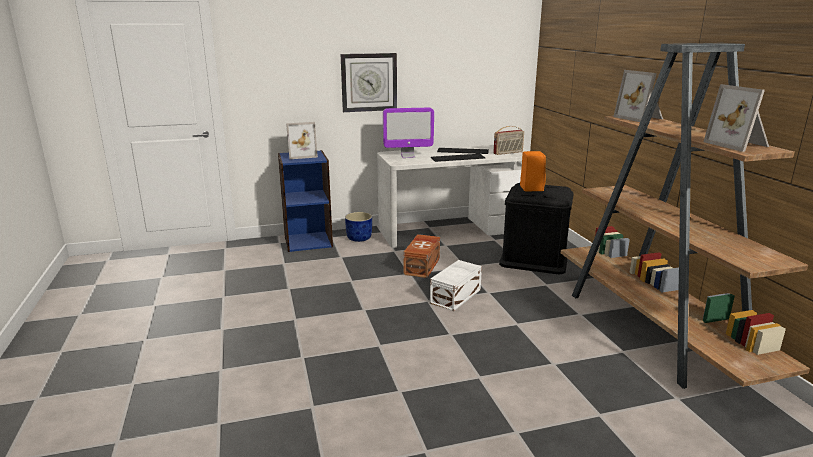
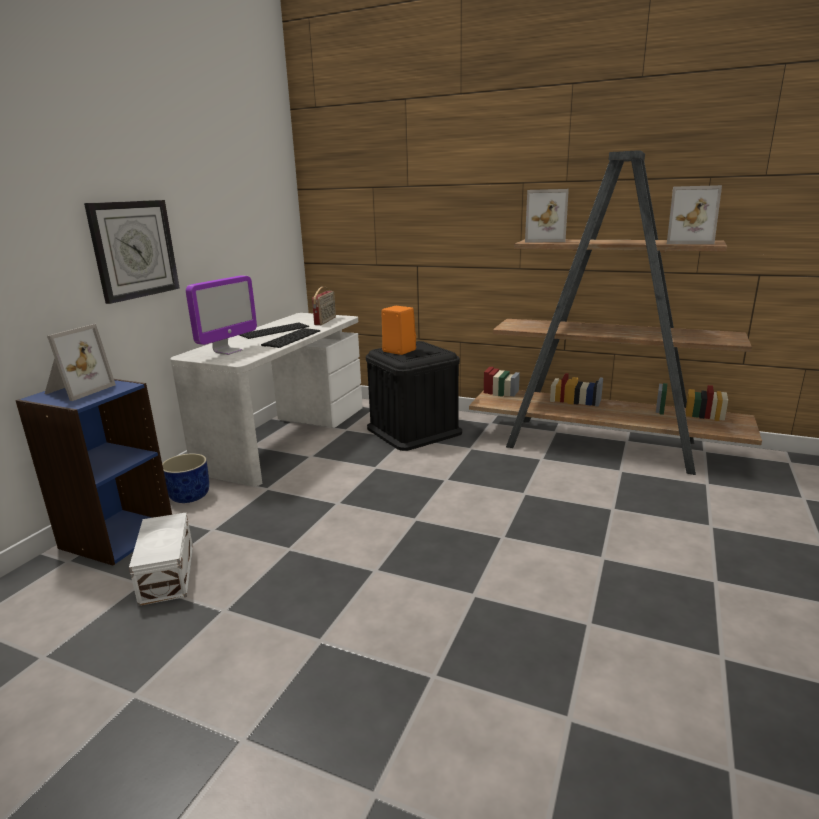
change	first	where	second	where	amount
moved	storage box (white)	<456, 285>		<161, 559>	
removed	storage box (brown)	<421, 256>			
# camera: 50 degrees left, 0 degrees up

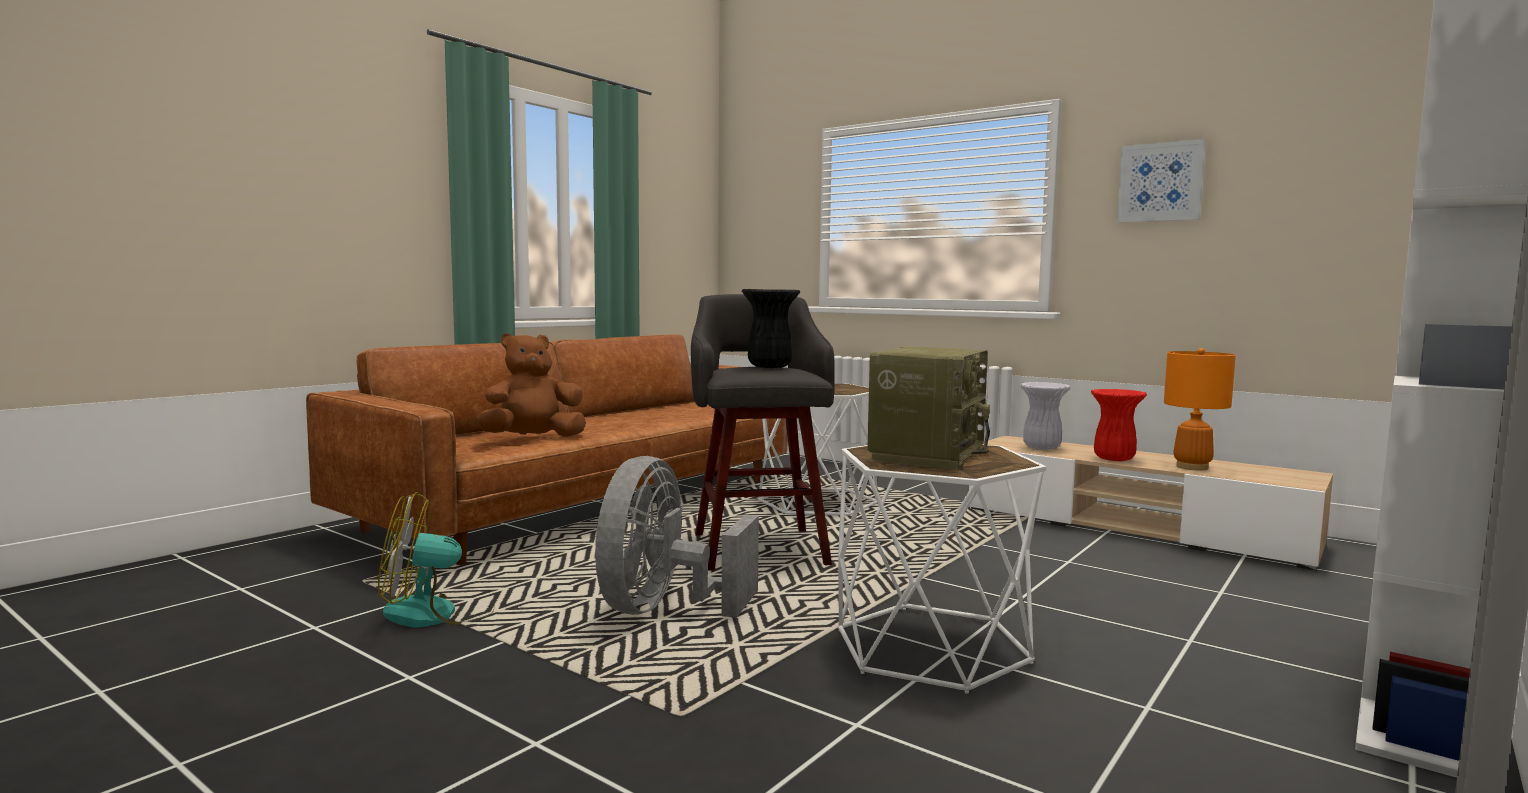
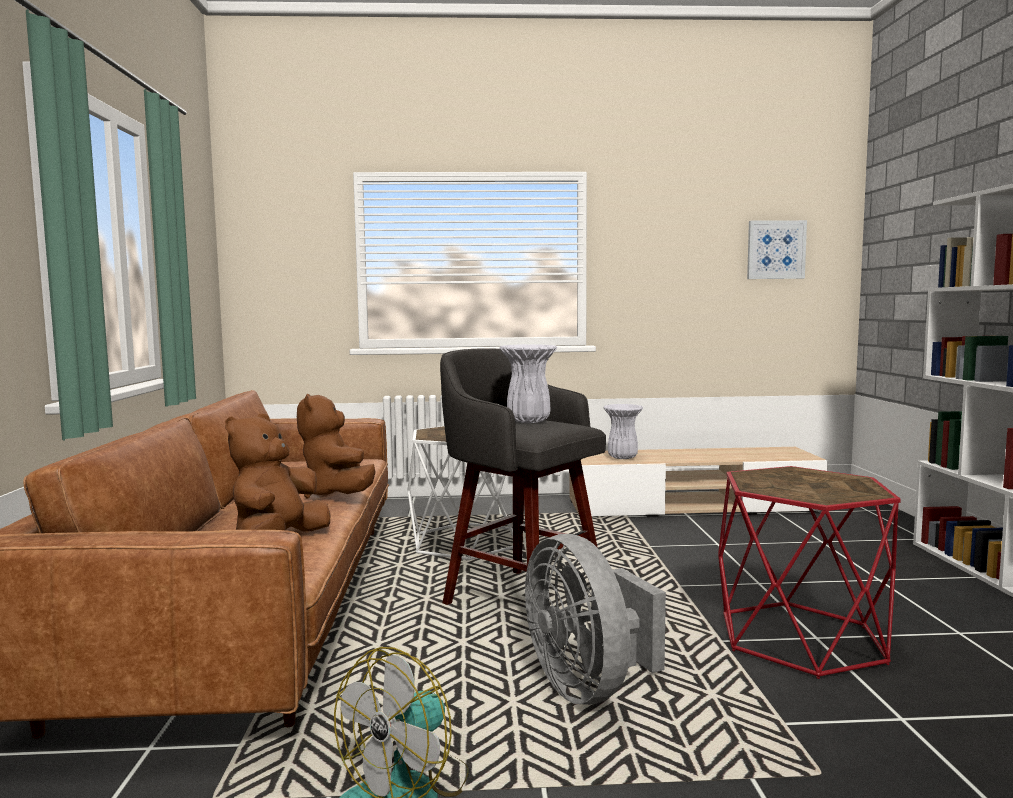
change	first	where	second	where	amount
added			plush toy (brown)	<336, 446>	
recoloured	vase (black)	<771, 328>	vase (white)	<528, 383>	
recoloured	side table (white)	<942, 569>	side table (red)	<809, 572>	
moved	picture	<1161, 181>		<777, 249>	
removed	radio	<929, 408>			
removed	vase (red)	<1119, 425>			
removed	table lamp (orange)	<1200, 409>			
# camera: 40 degrees left, 0 degrees up

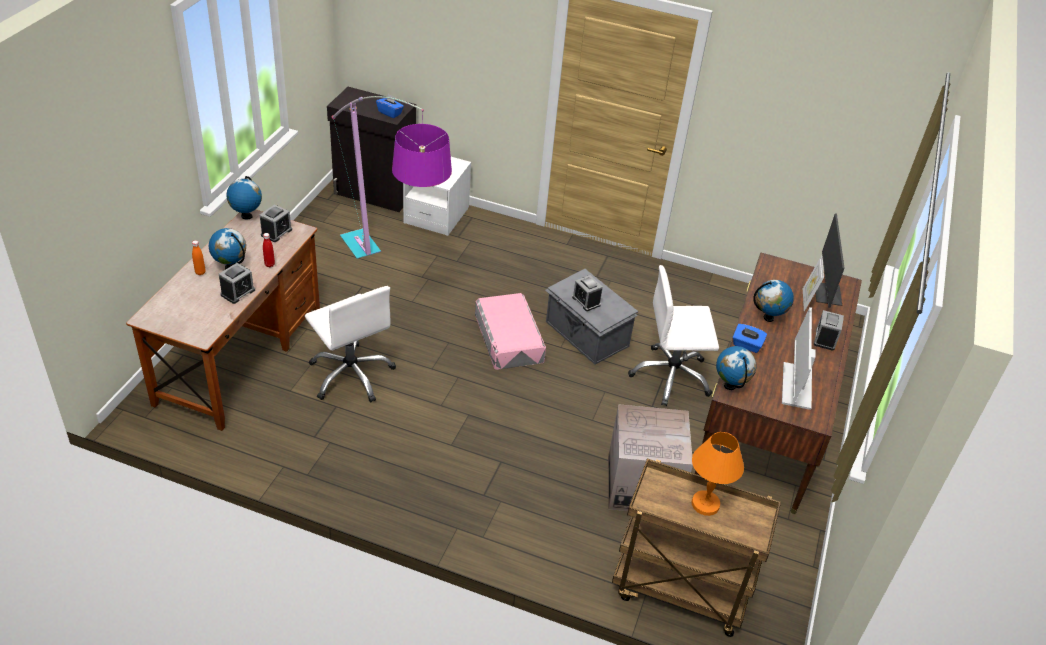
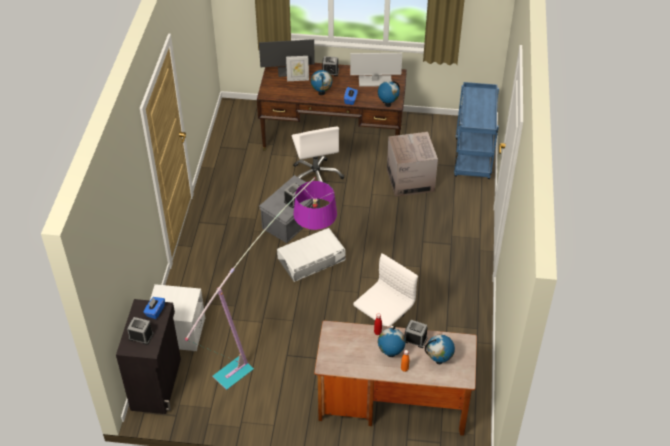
change	first	where	second	where	amount
moved	alarm clock	<276, 223>		<140, 331>	
recoloured	storage box (pink)	<510, 331>	storage box (white)	<311, 255>	
moved	globe	<244, 198>		<440, 349>	
recoloured	cart (brown)	<696, 547>	cart (blue)	<476, 130>	
removed	table lamp (orange)	<717, 474>			
# camera: 100 degrees left, 5 degrees up

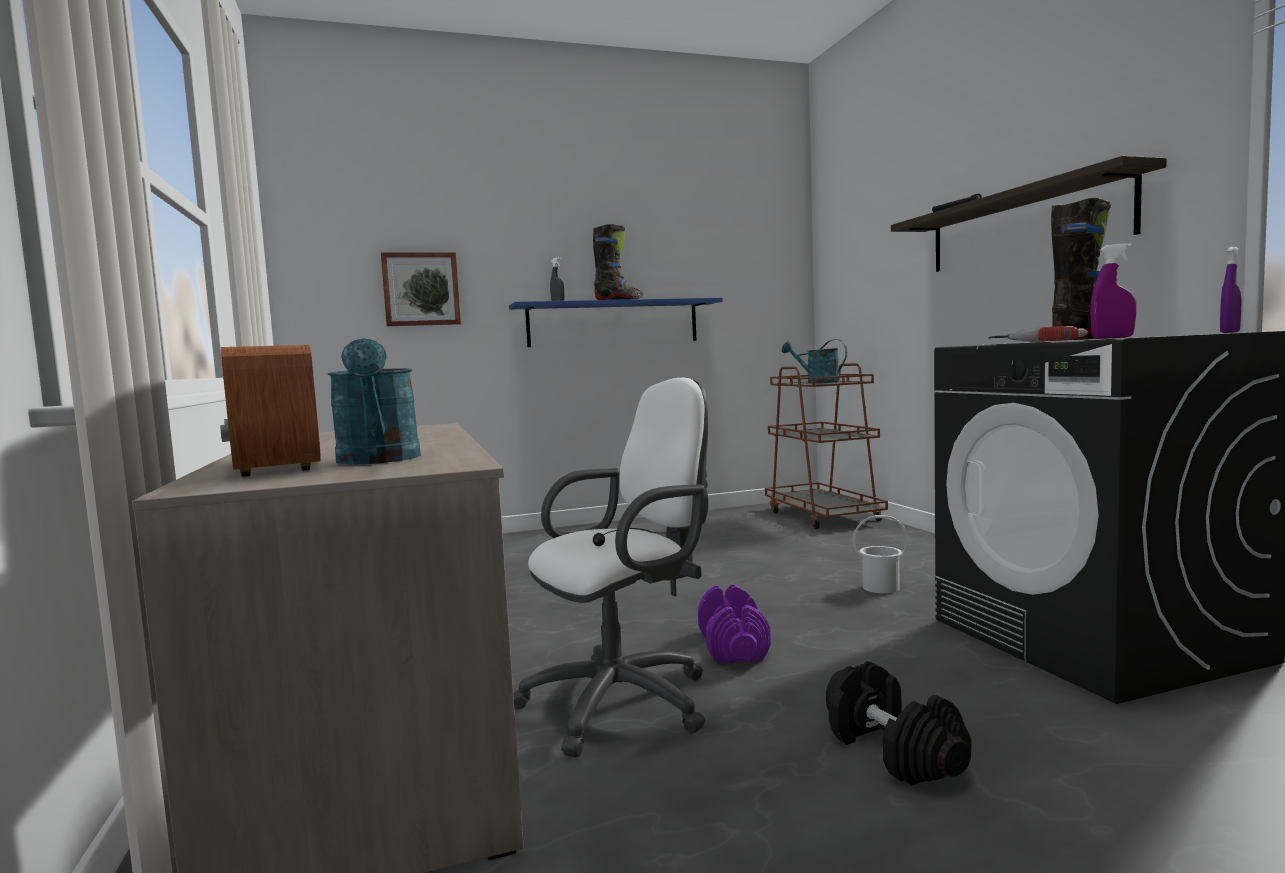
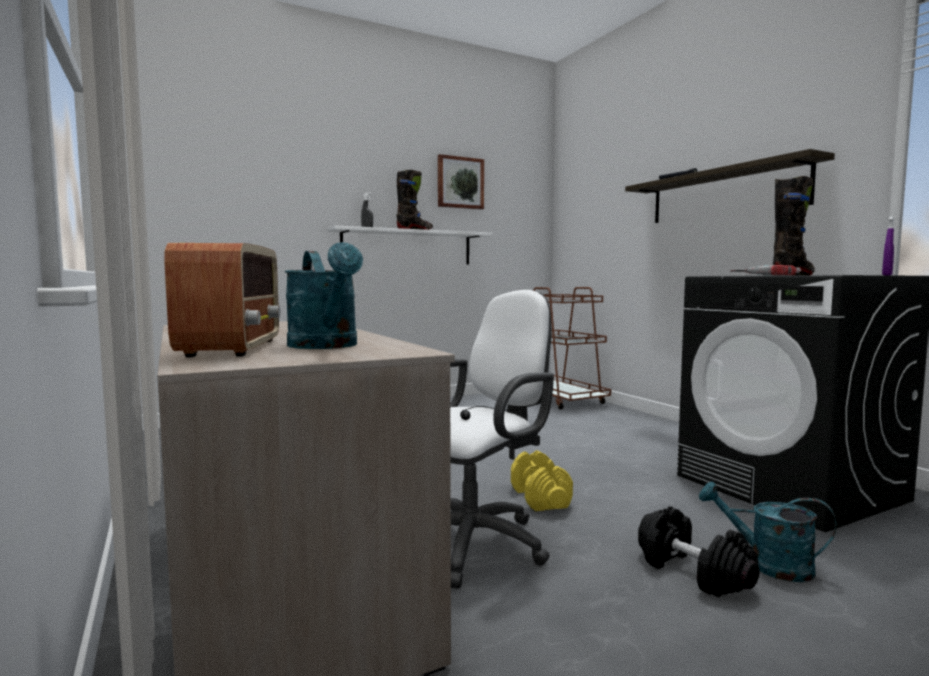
change	first	where	second	where	amount
turned	radio	<270, 411>		<222, 300>	150 degrees counterclockwise
recoloured	shelf (blue)	<616, 322>	shelf (white)	<409, 245>	
moved	picture	<421, 289>		<461, 182>	
recoloured	dumbbell (purple)	<734, 624>	dumbbell (yellow)	<542, 481>	
moved	watering can (turquoise)	<814, 361>		<767, 532>	
removed	bucket (white)	<880, 554>			
removed	spray bottle (purple)	<1113, 291>			
# camera: 10 degrees left, 0 degrees up

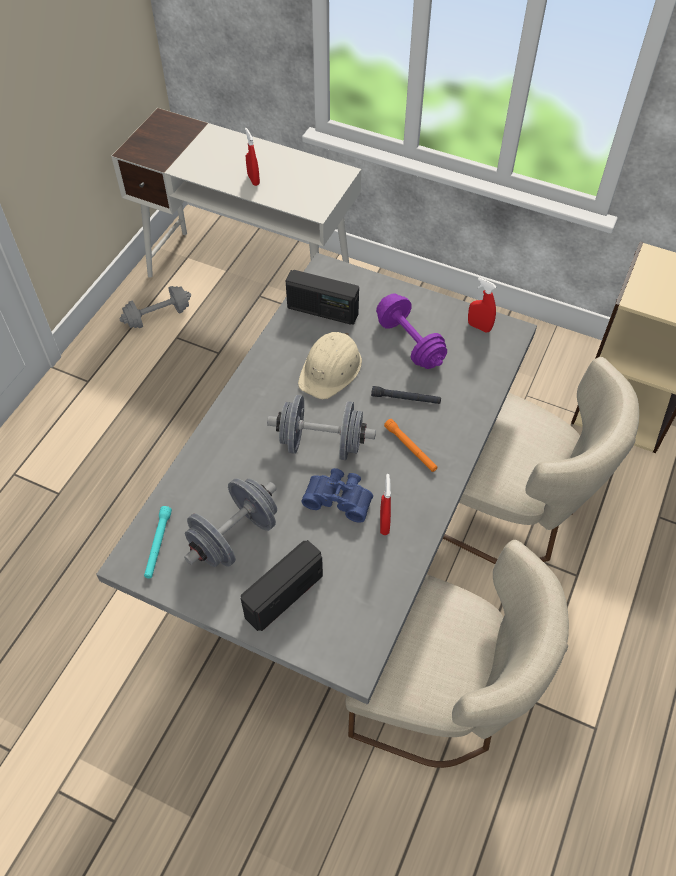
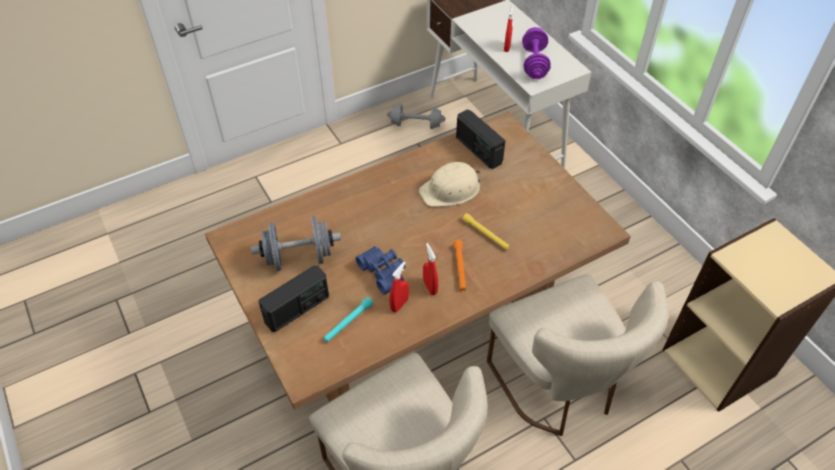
change	first	where	second	where	amount
recoloured	dining table (grey)	<316, 479>	dining table (brown)	<418, 261>	
turned	radio	<282, 585>		<294, 299>	150 degrees clockwise
moved	flashlight (turquoise)	<158, 542>		<348, 319>	
moved	spray bottle (red)	<482, 305>		<430, 269>	
recoloured	flashlight (black)	<406, 395>	flashlight (yellow)	<486, 231>	
moved	dumbbell (purple)	<411, 331>		<536, 53>	
removed	dumbbell (grey)	<321, 427>			
# camera: 35 degrees right, 5 degrees down

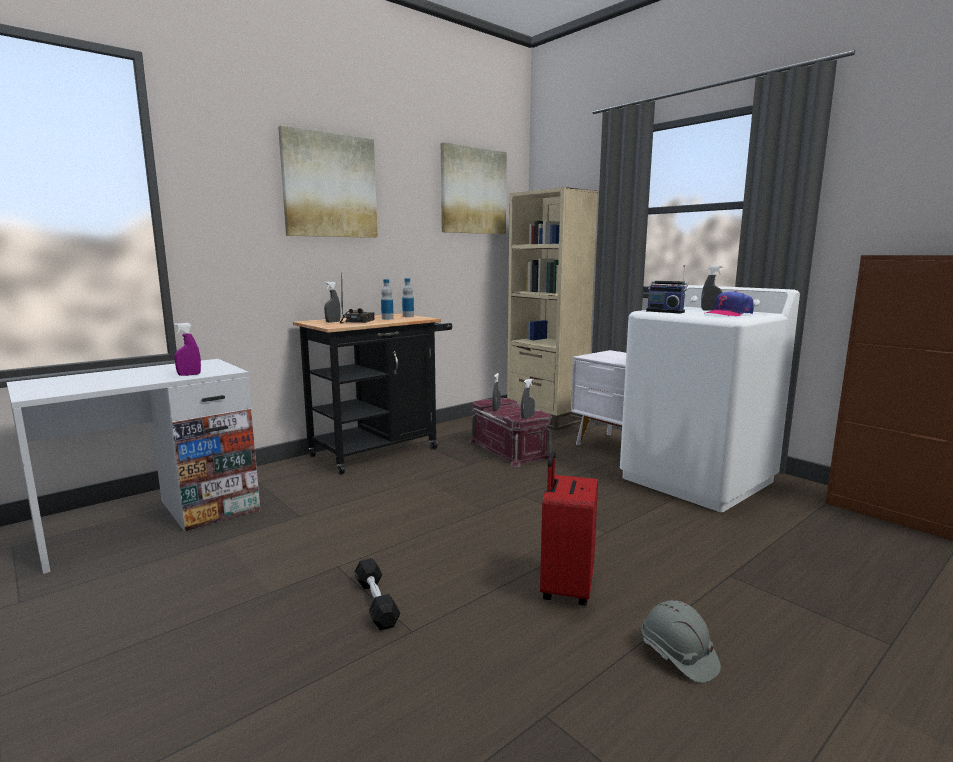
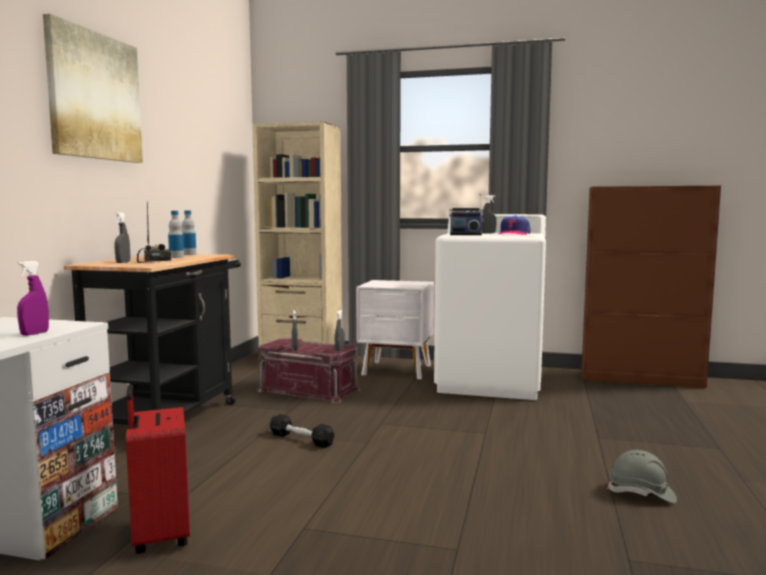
change	first	where	second	where	amount
moved	suitcase (red)	<569, 529>		<158, 469>	
moved	dumbbell (black)	<377, 594>		<302, 431>	
removed	picture	<474, 188>			
# camera: 35 degrees left, 5 degrees down

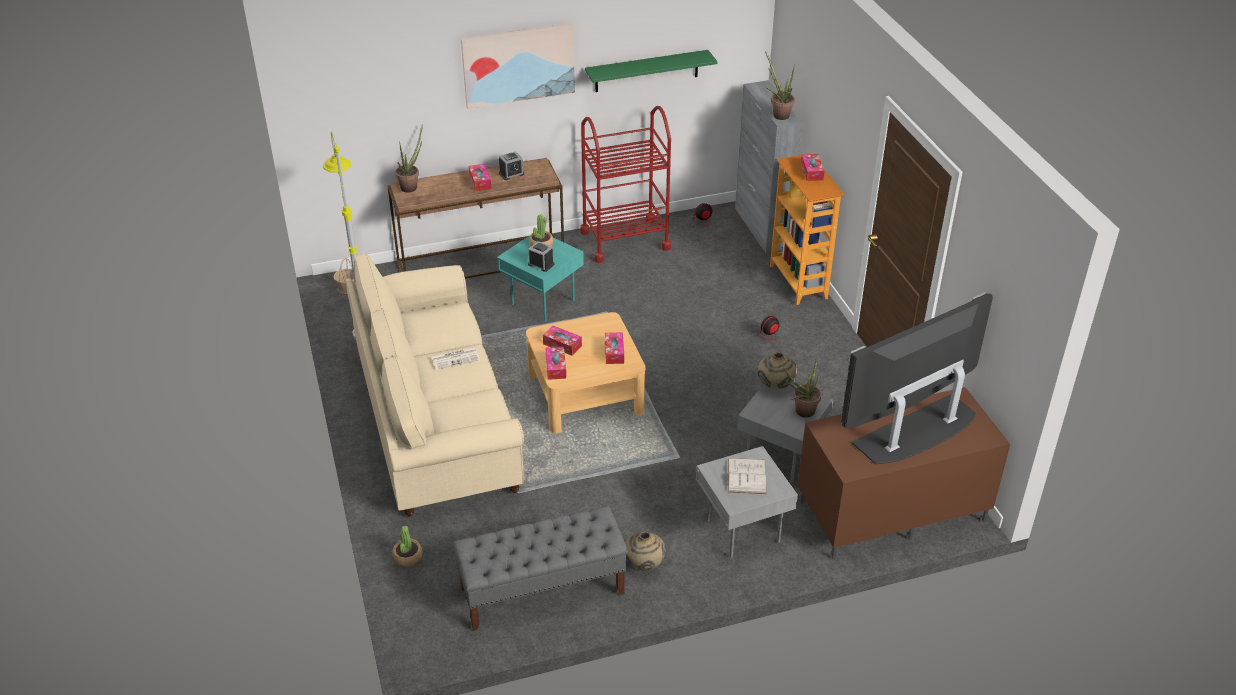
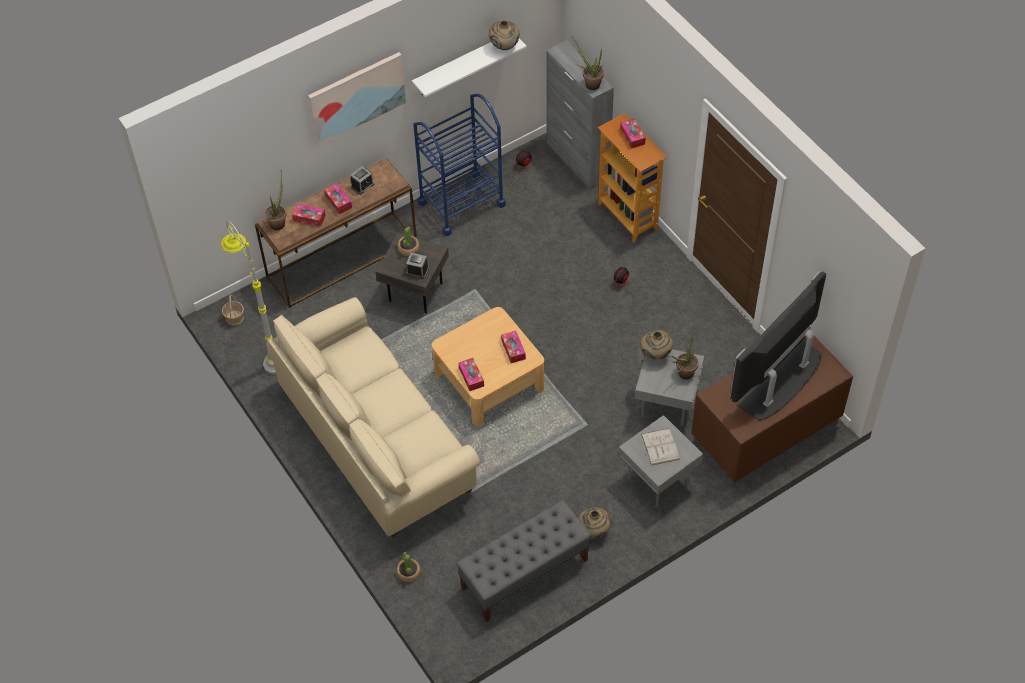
change	first	where	second	where	amount
moved	tissue box	<562, 341>		<309, 215>	
recoloured	side table (turquoise)	<540, 278>	side table (grey)	<412, 272>	
recoloured	shelf (green)	<651, 71>	shelf (white)	<469, 67>	
recoloured	cart (red)	<625, 184>	cart (blue)	<459, 165>	
added			vase (beige)	<504, 35>	
removed	newspaper	<455, 358>			
# camera: 15 degrees left, 15 degrees up

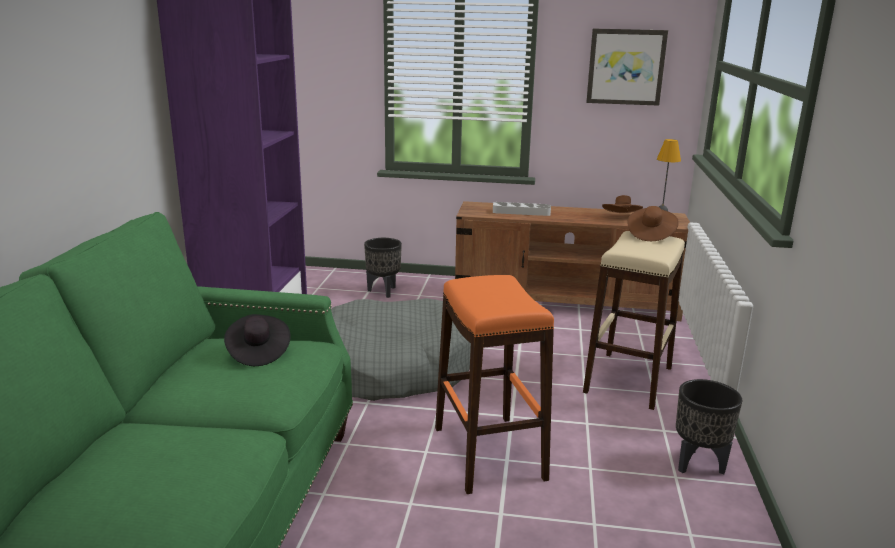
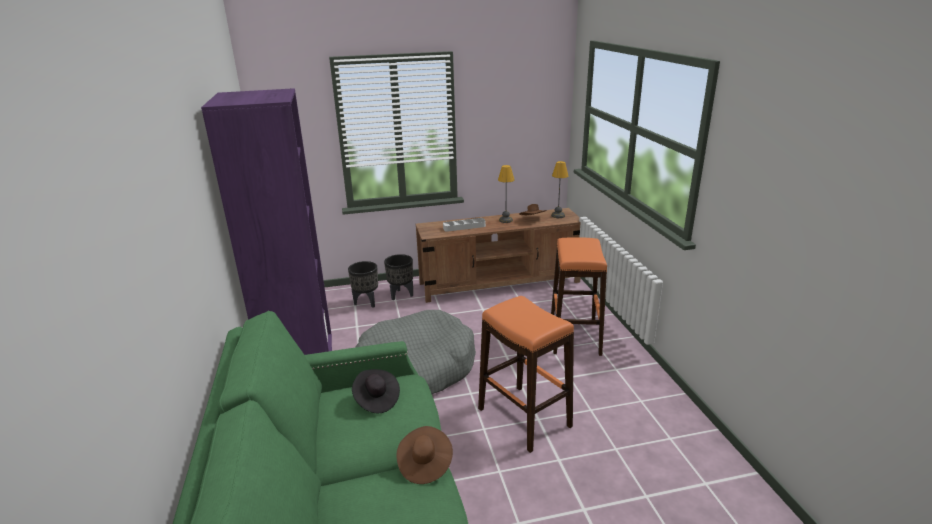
change	first	where	second	where	amount
moved	planter (black)	<709, 426>		<398, 277>	
moved	hat (brown)	<653, 223>		<424, 455>	
added			table lamp	<506, 194>	
recoloured	stool (beige)	<634, 320>	stool (orange)	<579, 296>	
removed	picture	<627, 67>			
# camera: 20 degrees left, 5 degrees up

